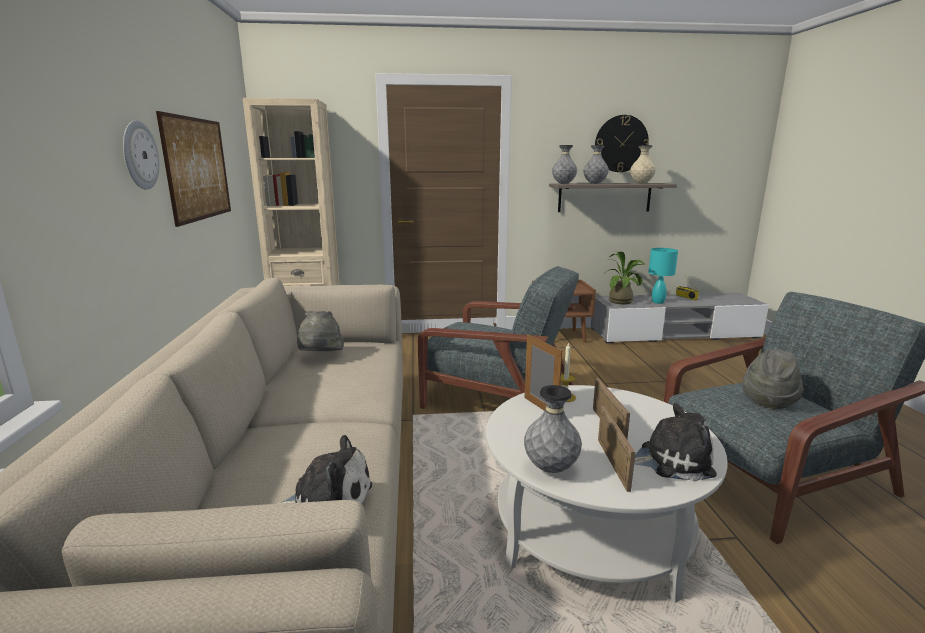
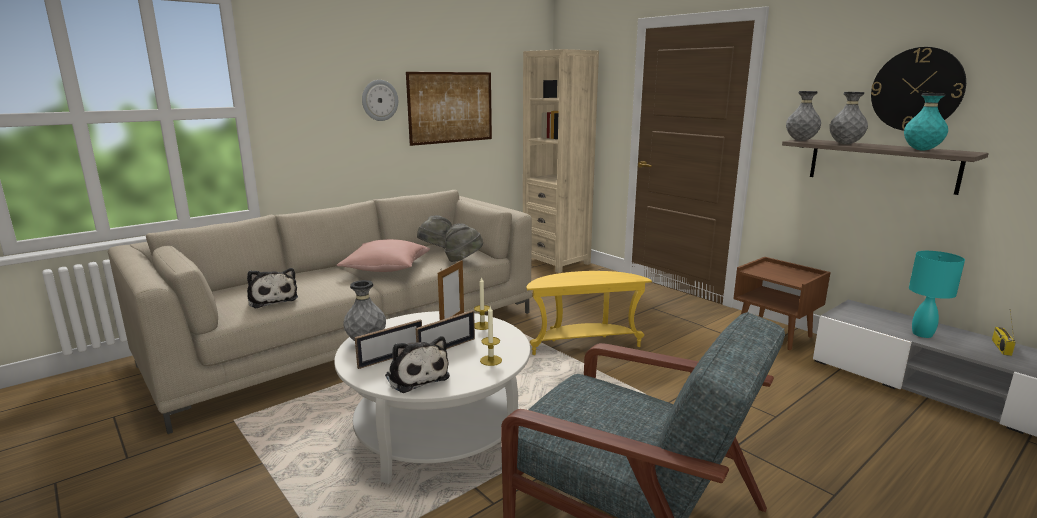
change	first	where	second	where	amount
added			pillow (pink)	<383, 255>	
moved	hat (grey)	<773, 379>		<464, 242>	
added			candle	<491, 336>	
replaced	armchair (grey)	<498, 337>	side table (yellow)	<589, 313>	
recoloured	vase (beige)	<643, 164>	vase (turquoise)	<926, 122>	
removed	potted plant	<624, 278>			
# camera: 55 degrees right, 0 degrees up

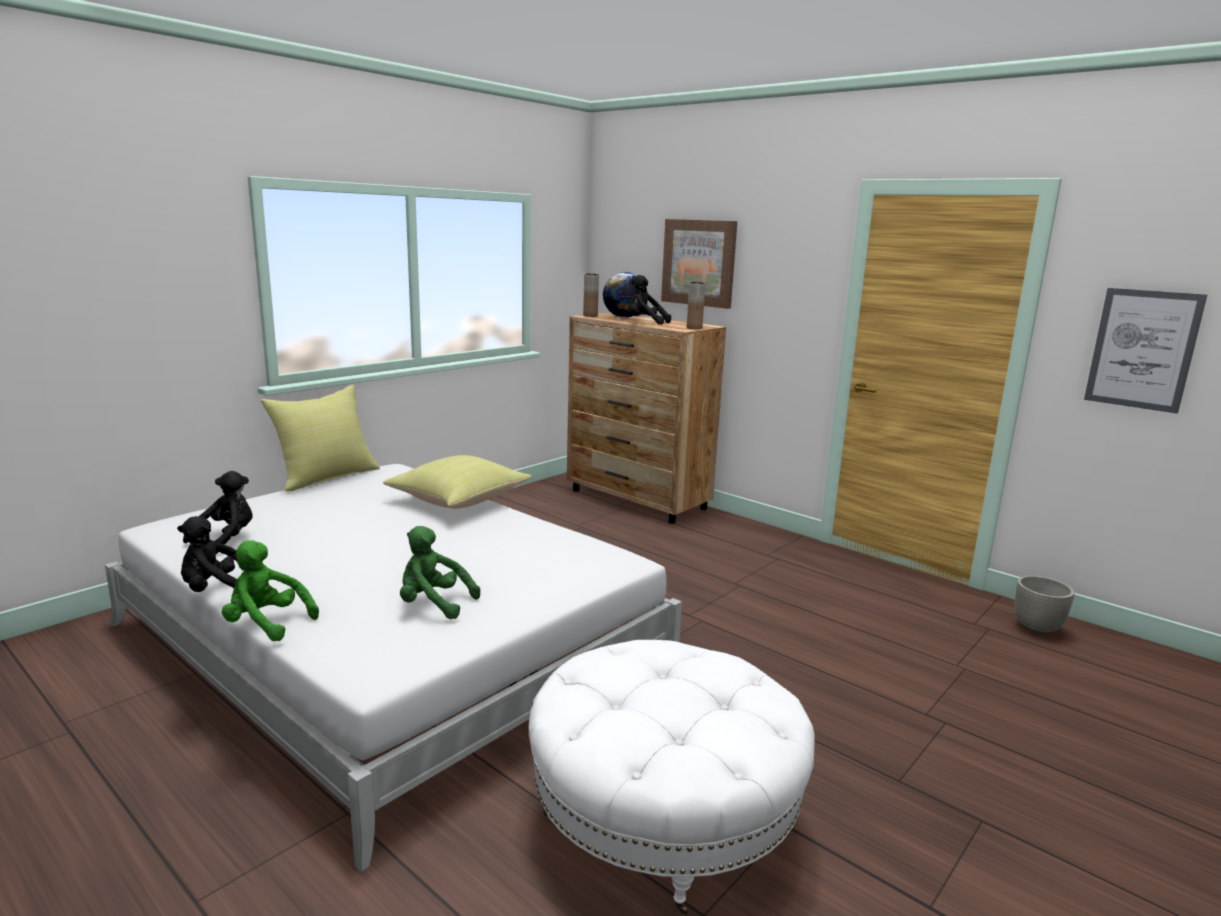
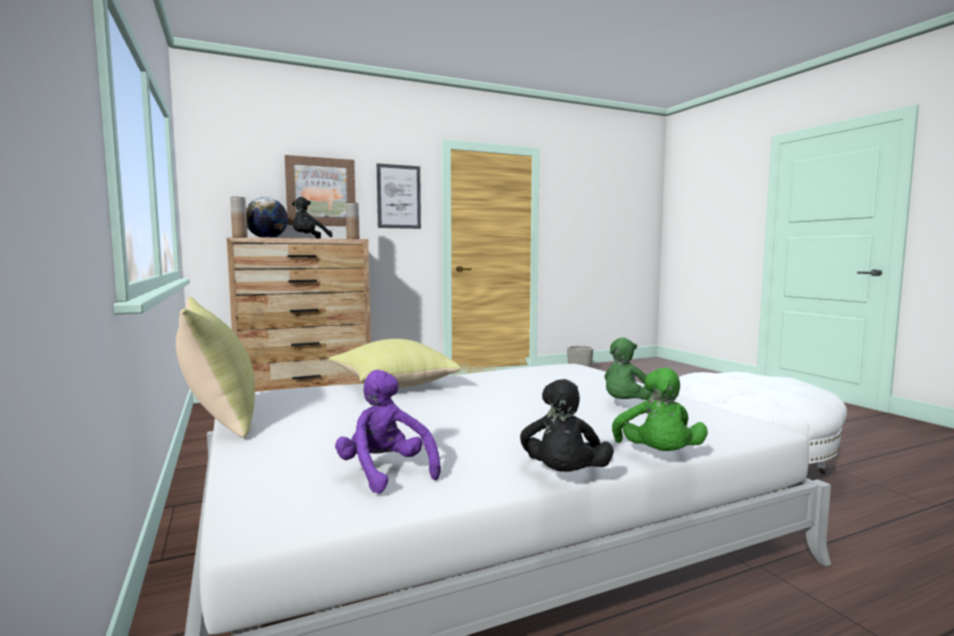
change	first	where	second	where	amount
recoloured	plush toy (black)	<218, 512>	plush toy (purple)	<388, 432>	
moved	picture	<1145, 351>		<399, 196>	
turned	plush toy (green)	<270, 590>		<660, 409>	45 degrees counterclockwise
# camera: 65 degrees left, 10 degrees down

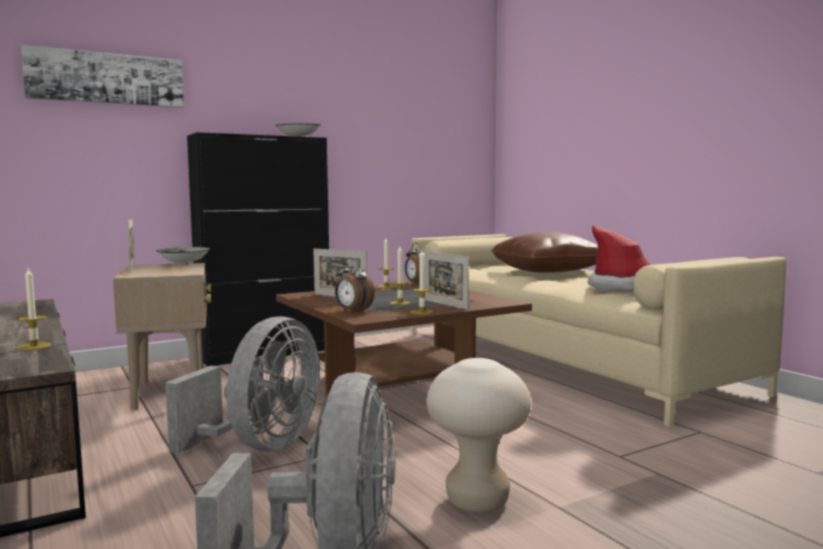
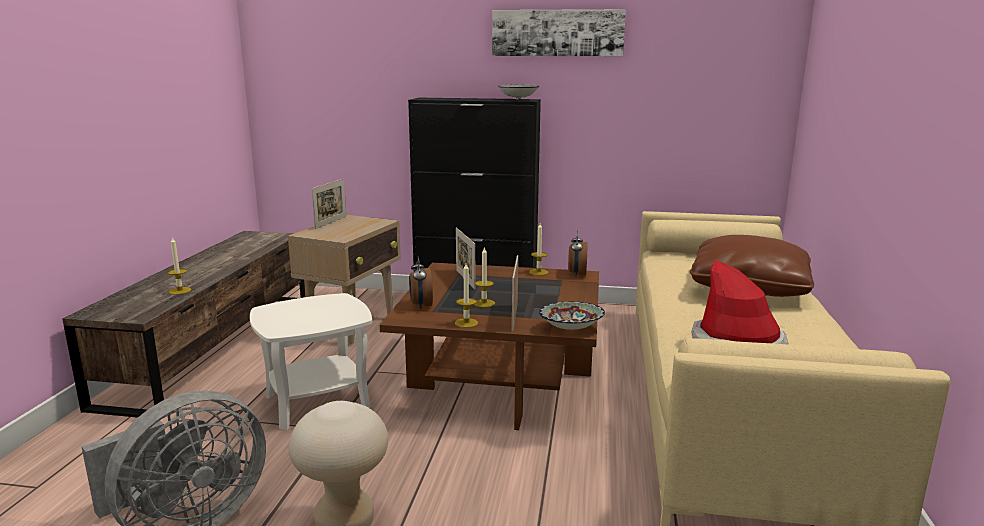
change	first	where	second	where	amount
replaced	fan (grey)	<242, 384>	side table (white)	<311, 361>	
moved	picture	<102, 76>		<559, 32>	
moved	bowl	<184, 256>		<572, 315>	
# camera: 40 degrees right, 10 degrees up

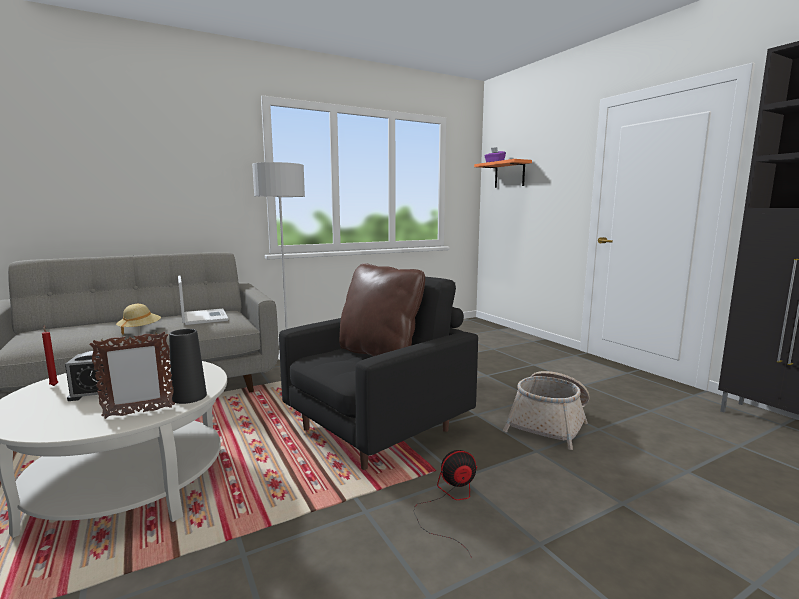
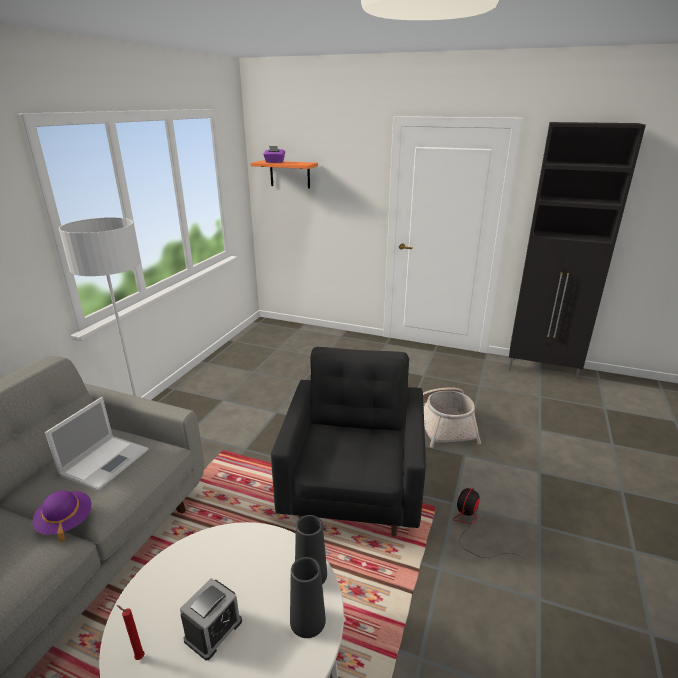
change	first	where	second	where	amount
recoloured	hat (beige)	<138, 319>	hat (purple)	<62, 516>	
turned	laptop	<203, 300>		<96, 444>	90 degrees clockwise
replaced	picture frame	<132, 375>	vase (black)	<308, 597>	
removed	pillow (brown)	<382, 309>			
# camera: 40 degrees left, 15 degrees up

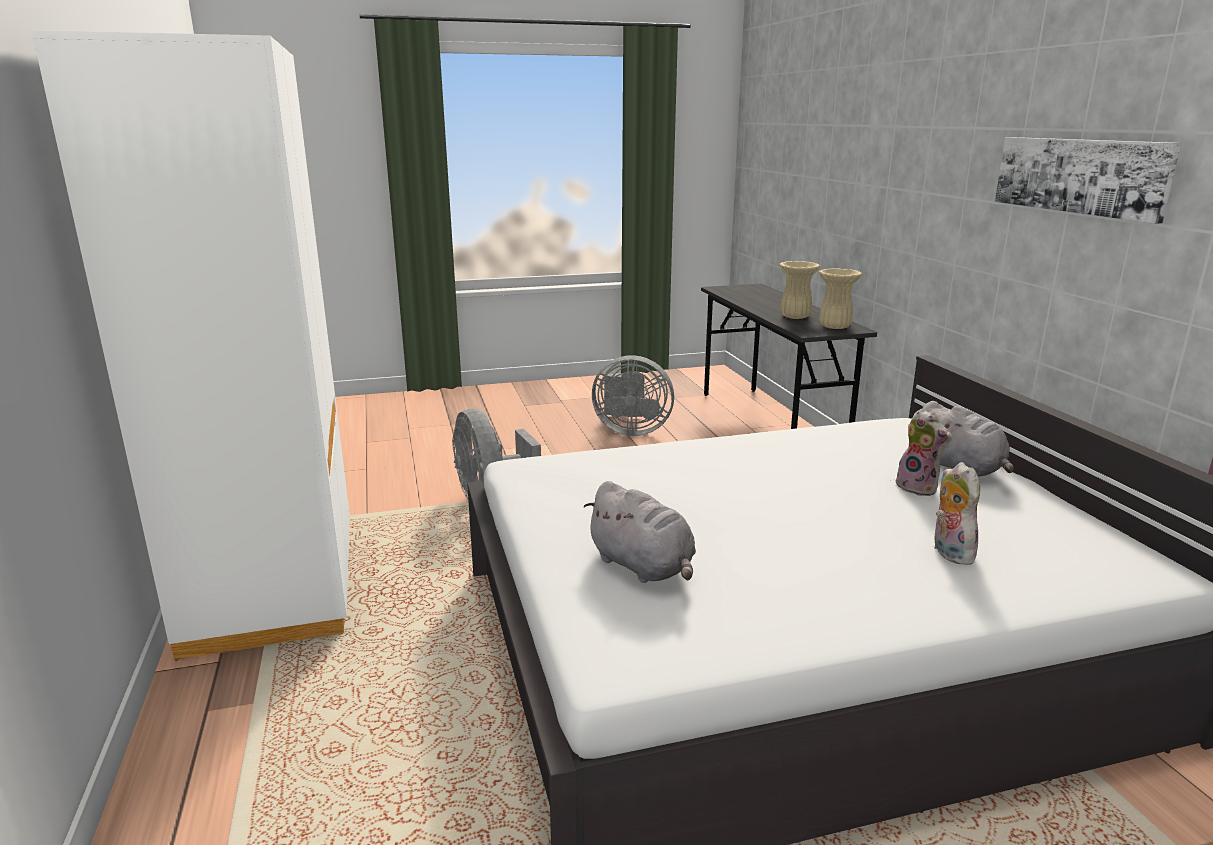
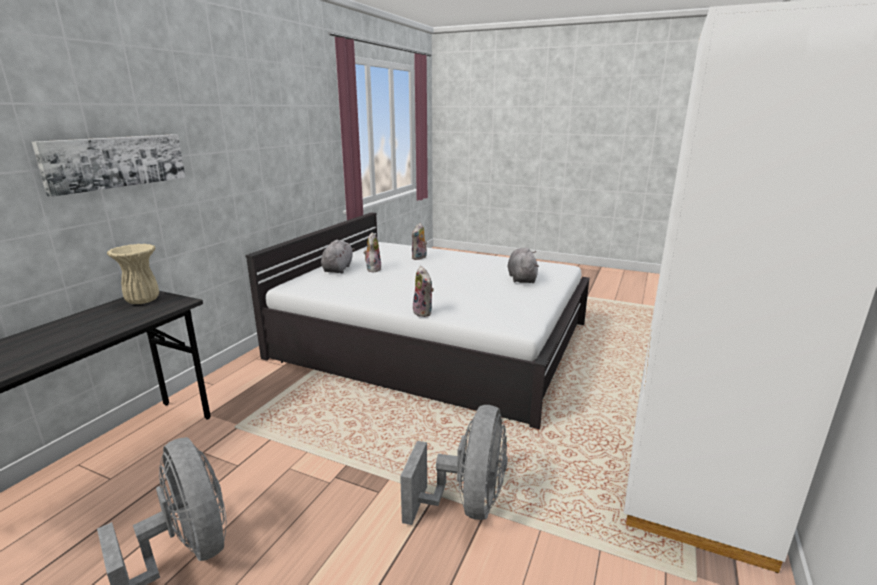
change	first	where	second	where	amount
moved	picture	<1088, 180>		<109, 165>	
added			plush toy	<423, 291>	
removed	vase (beige)	<799, 290>			
# camera: 140 degrees left, 0 degrees up

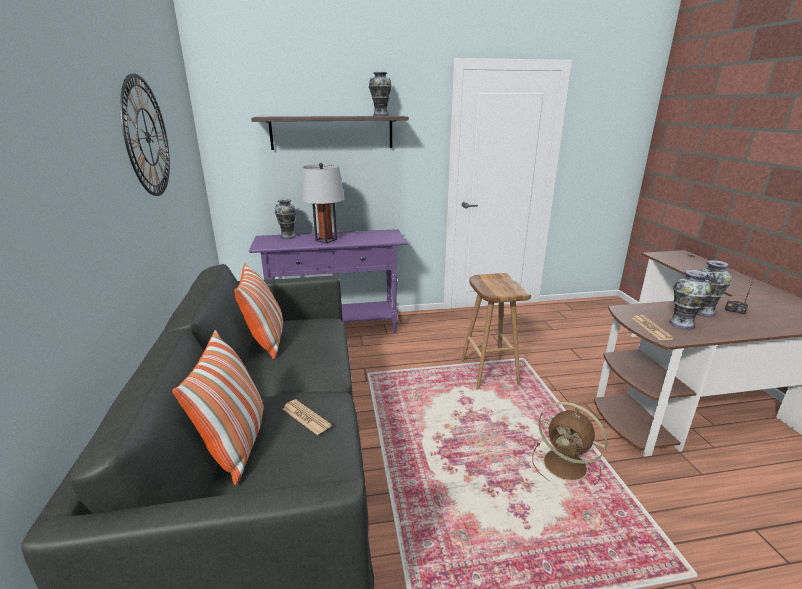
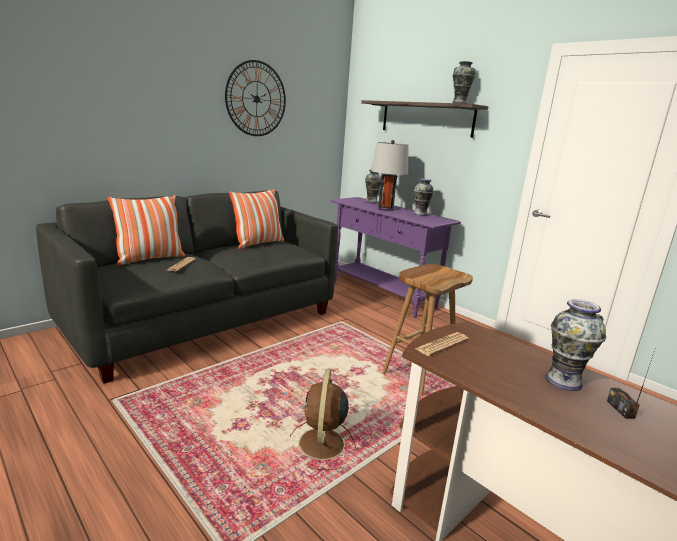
change	first	where	second	where	amount
moved	vase	<690, 299>		<424, 197>	
# camera: 55 degrees right, 5 degrees down

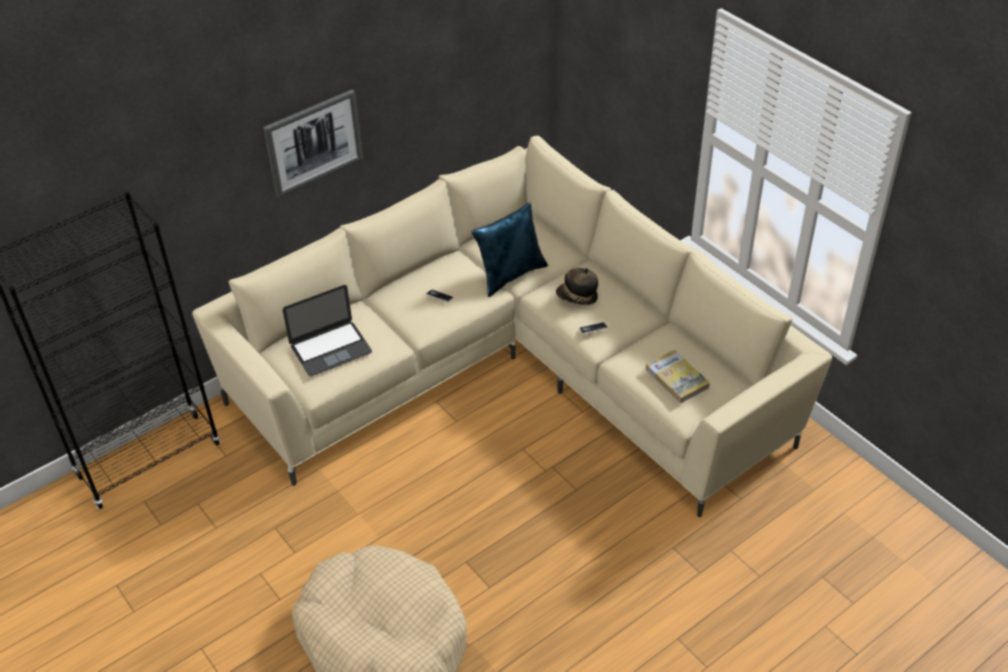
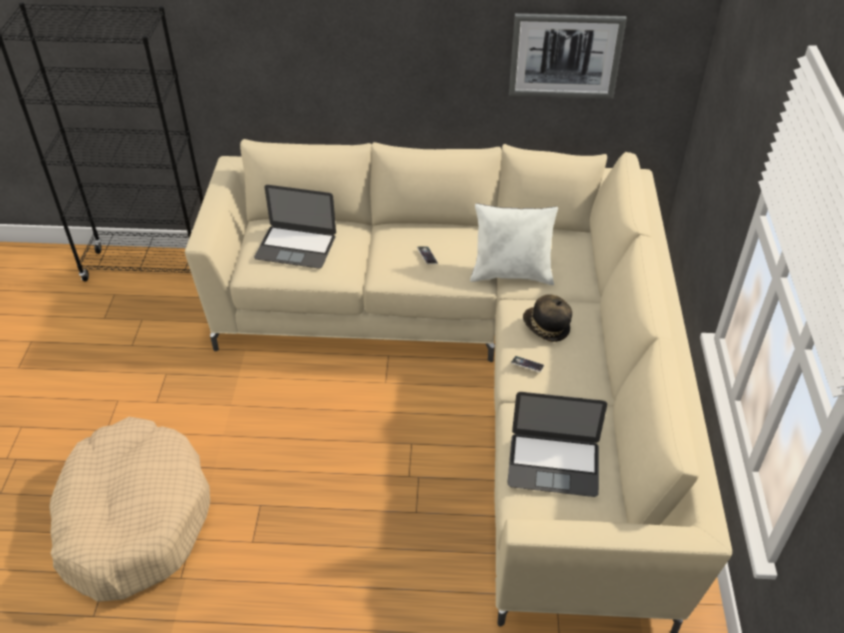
change	first	where	second	where	amount
recoloured	pillow (blue)	<509, 249>	pillow (white)	<514, 244>	
replaced	book	<678, 376>	laptop	<557, 444>	
moved	picture	<313, 143>		<568, 56>	
# camera: 40 degrees right, 0 degrees up

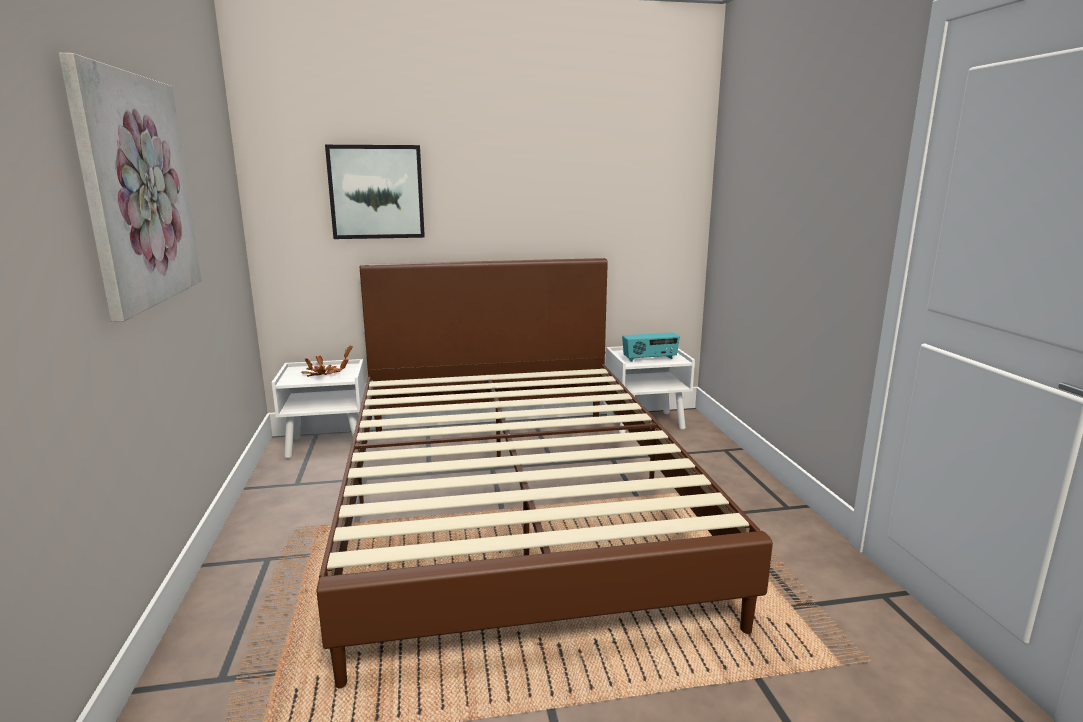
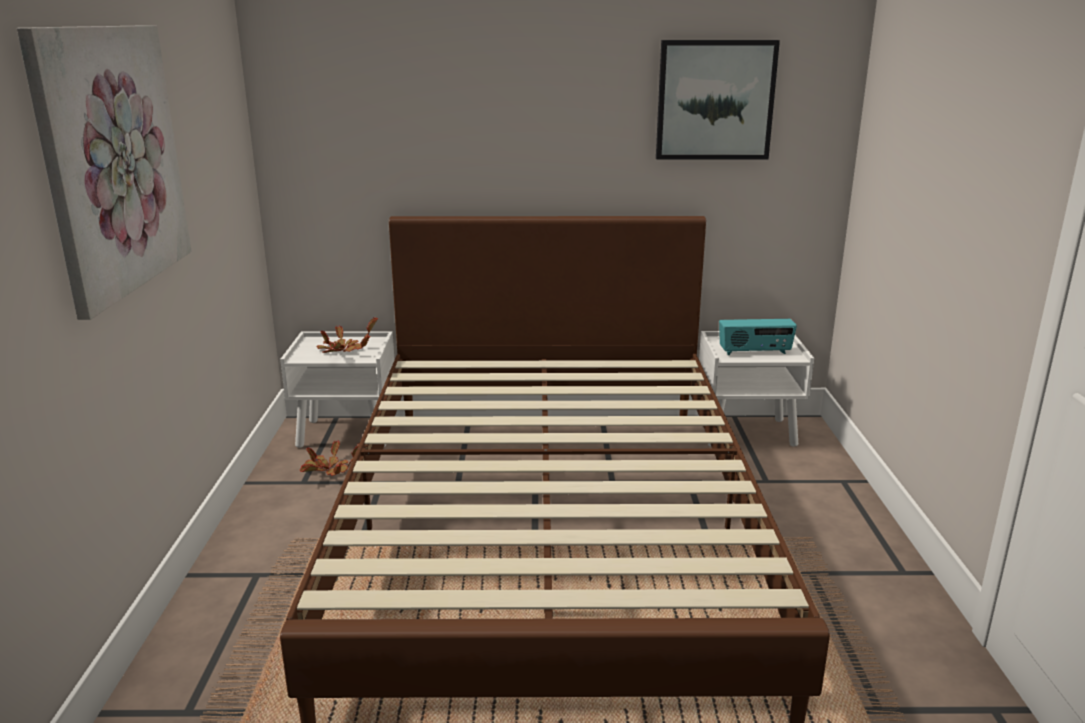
change	first	where	second	where	amount
added			potted plant	<330, 458>	
moved	picture	<375, 192>		<718, 100>	
# camera: 10 degrees right, 5 degrees up

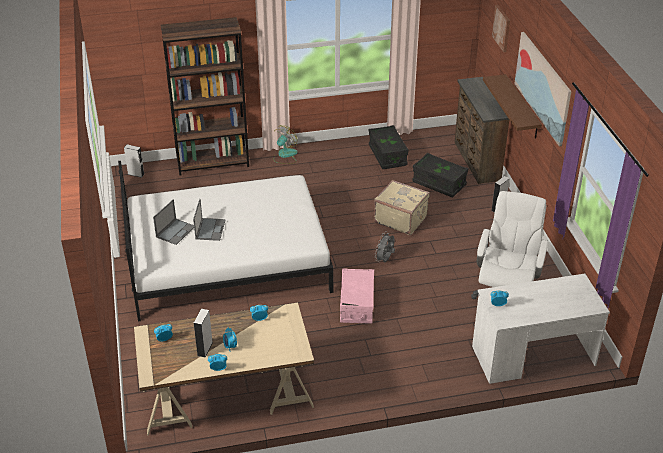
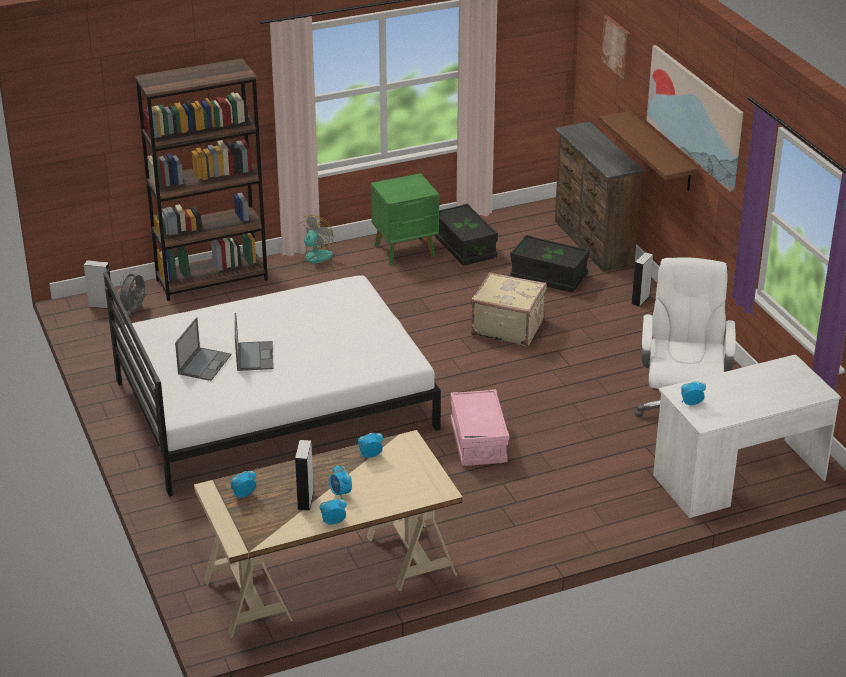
change	first	where	second	where	amount
moved	fan (grey)	<385, 247>		<131, 292>	
added			nightstand (green)	<405, 219>	
# camera: 10 degrees left, 5 degrees down

